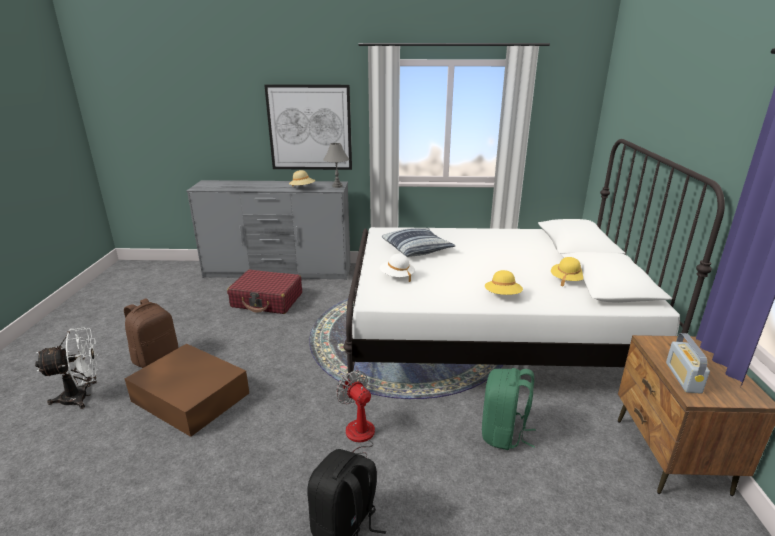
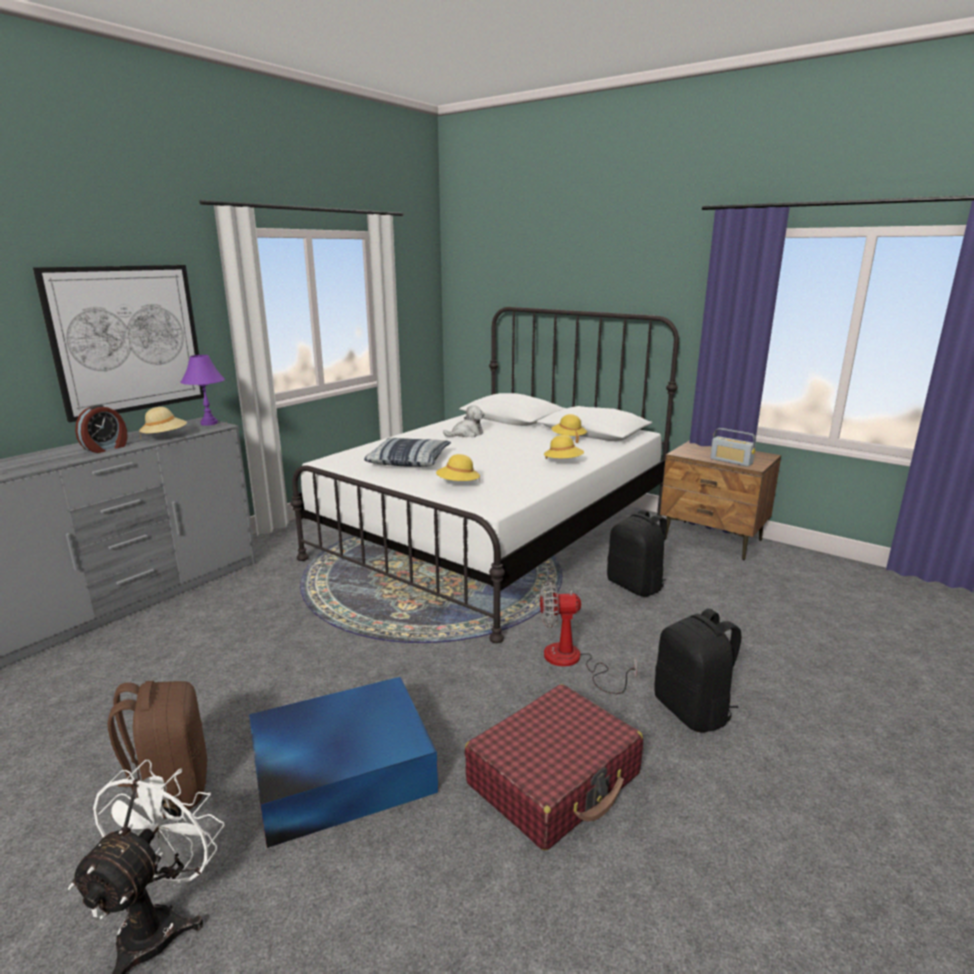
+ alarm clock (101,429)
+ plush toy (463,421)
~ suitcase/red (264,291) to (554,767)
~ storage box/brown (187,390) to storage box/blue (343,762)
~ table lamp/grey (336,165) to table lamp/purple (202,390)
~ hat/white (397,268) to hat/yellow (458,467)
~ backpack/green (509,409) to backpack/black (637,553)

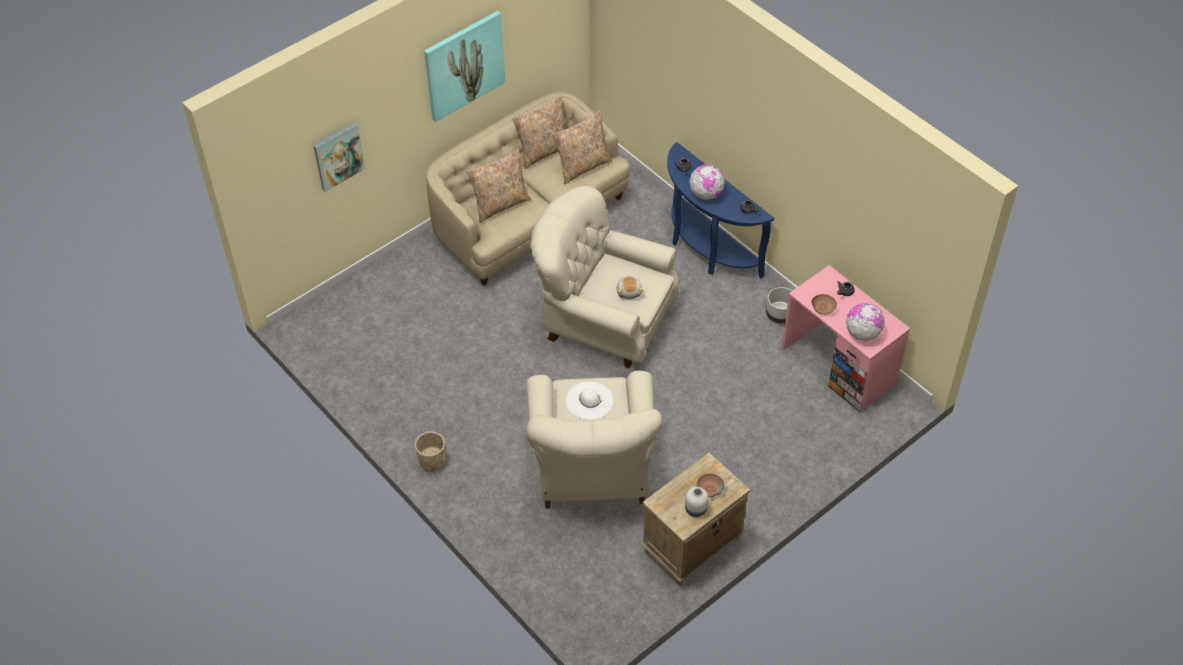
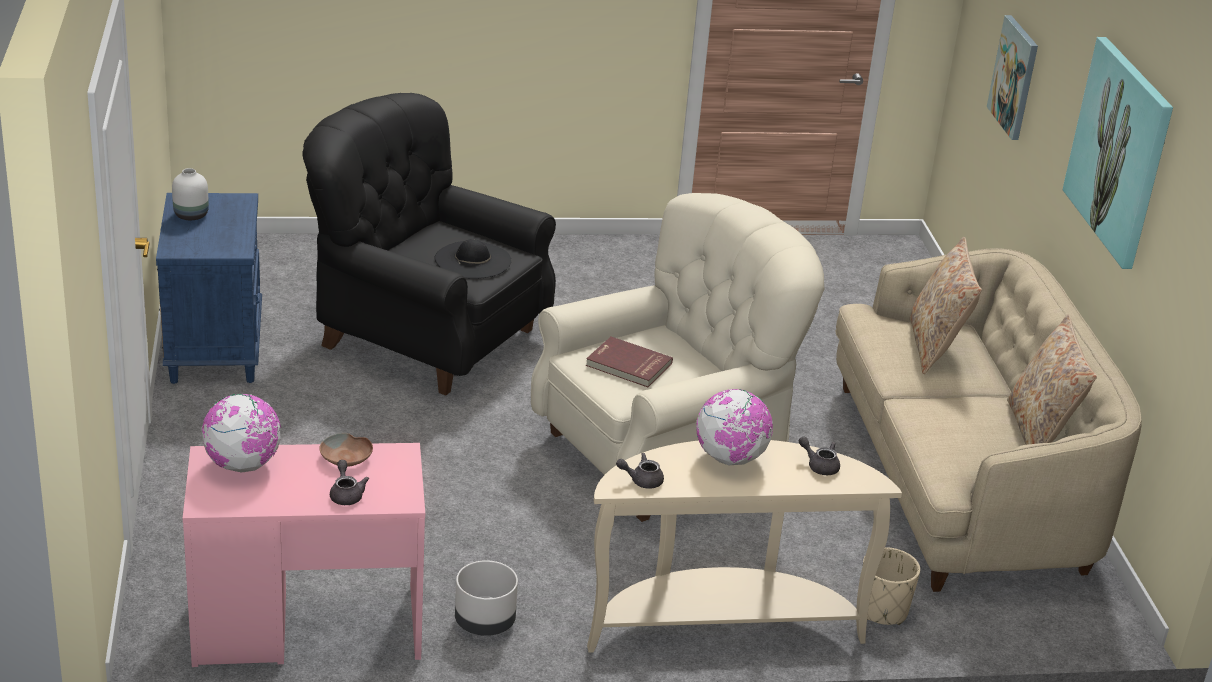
- pillow/beige (582,147)
- bowl/brown (710,485)
~ planter/beige (430,452) to (891,586)
~ plush toy (630,287) to book/red (629,361)
~ armchair/beige (594,440) to armchair/black (429,244)
~ hat/white (589,401) to hat/black (473,259)
~ nightstand/beige (695,519) to nightstand/blue (209,288)
~ console table/blue (720,210) to console table/beige (744,546)

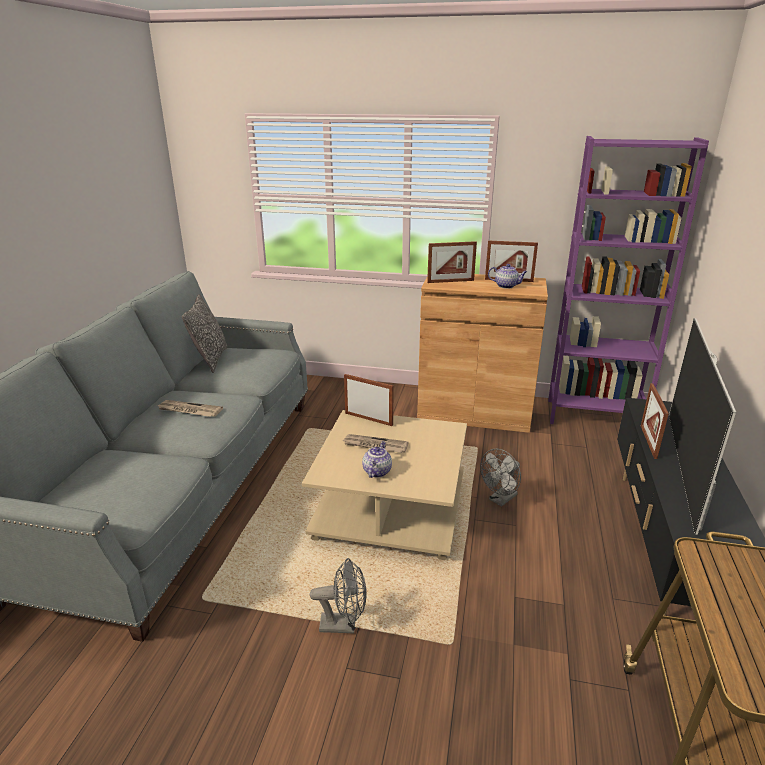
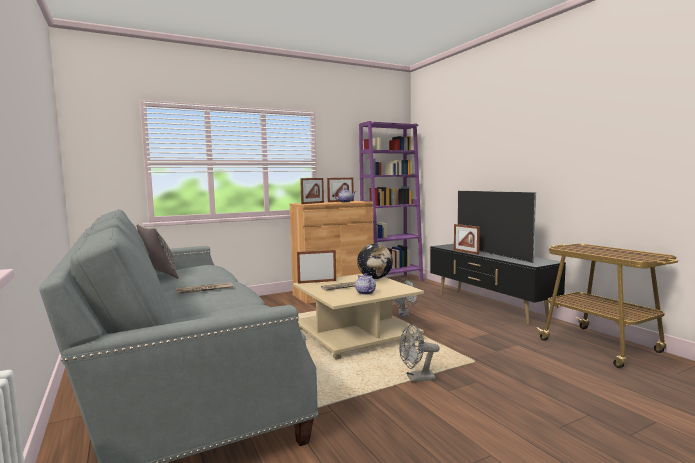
+ globe (375,261)
~ fan/grey (338,596) = (419,352) 150 degrees counterclockwise

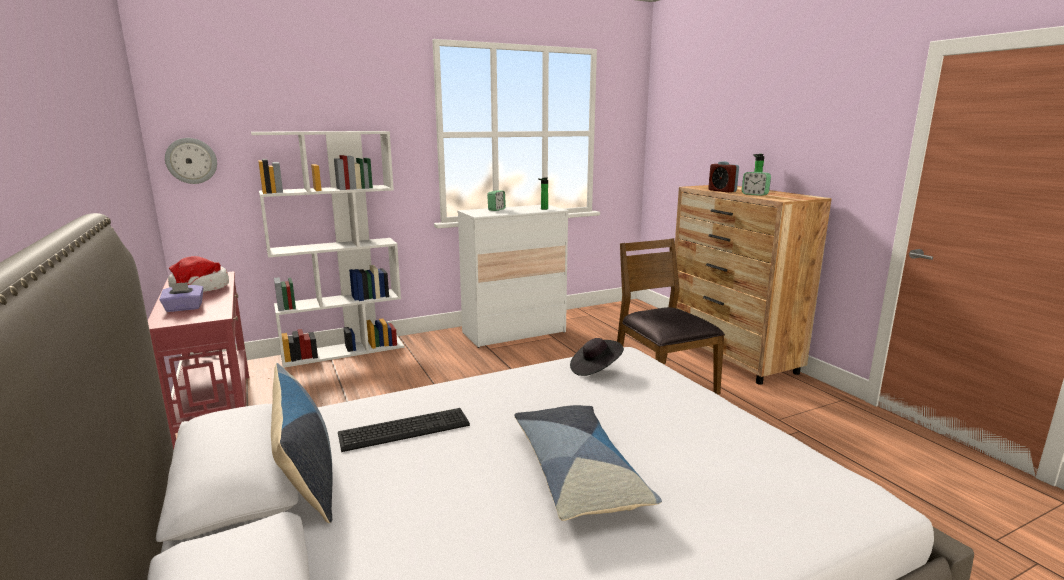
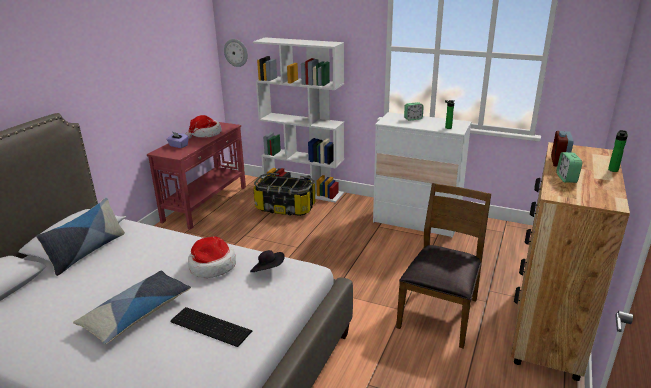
+ hat (212,257)
+ storage box (284,194)
~ keyboard (404,430) to (211,327)

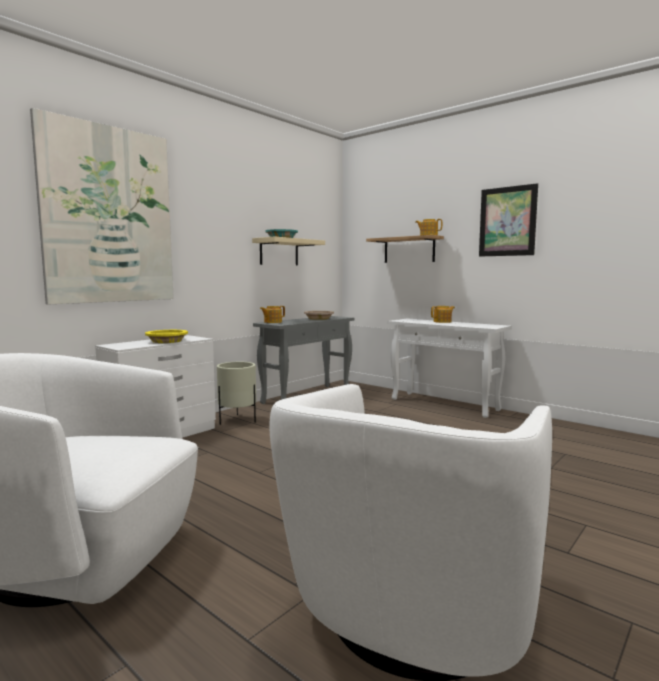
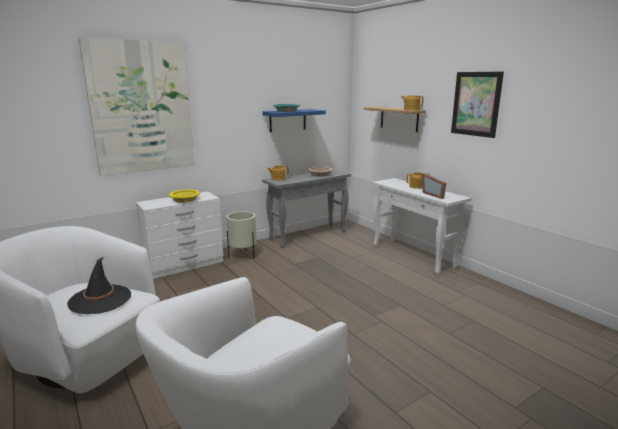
+ hat/black (99,285)
+ picture frame (434,186)
~ shelf/beige (288,250) to shelf/blue (294,120)

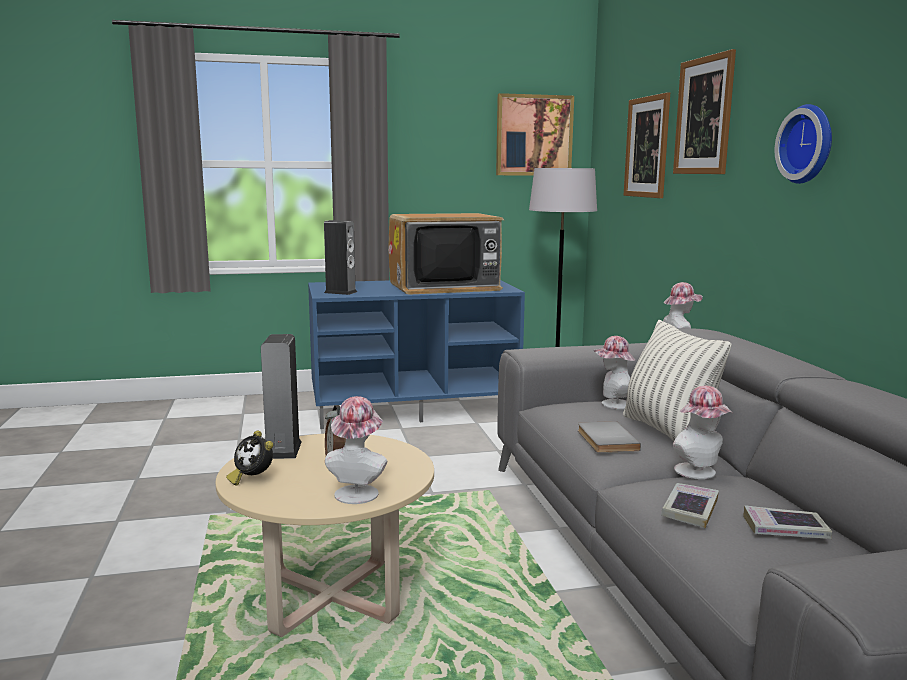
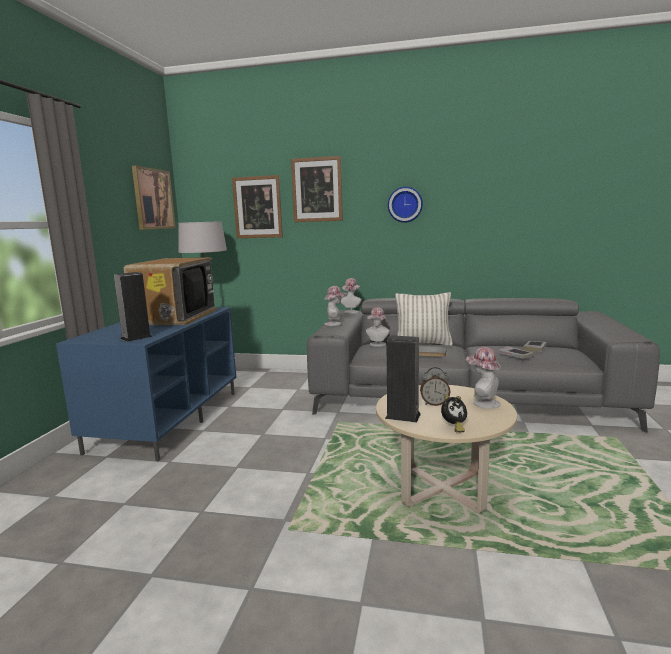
~ hat (703,432) to (335,306)

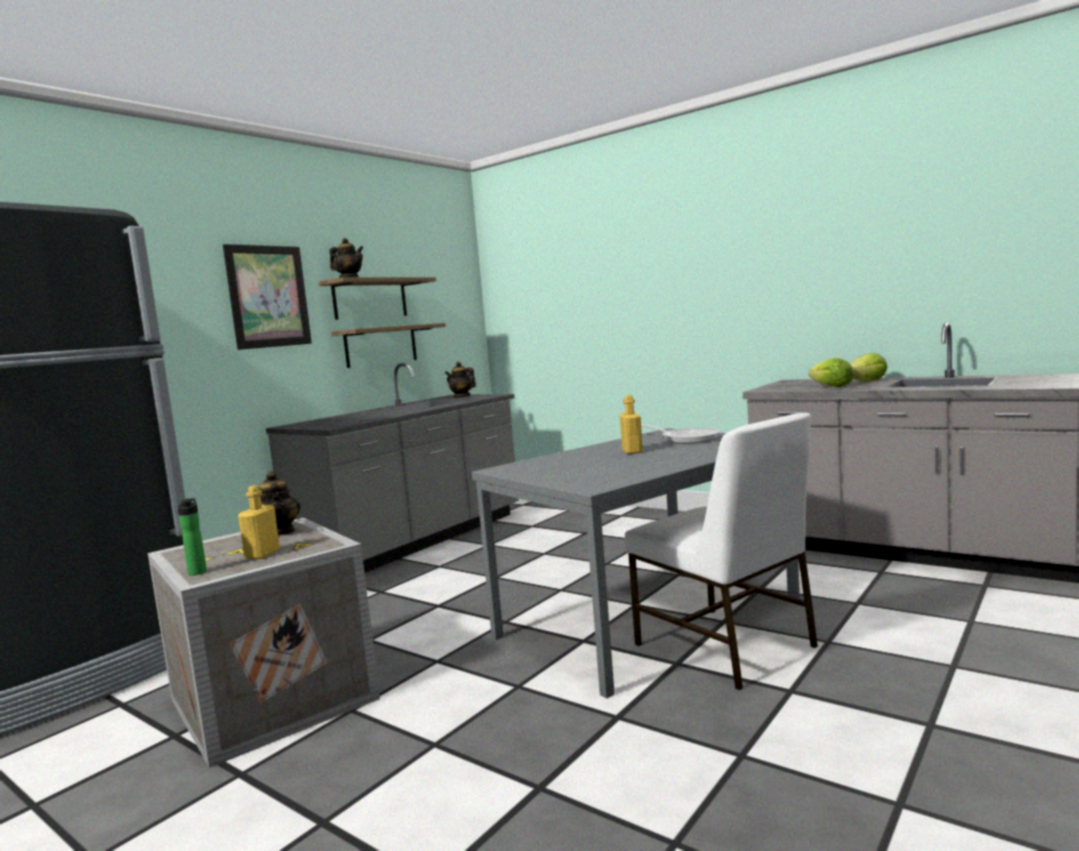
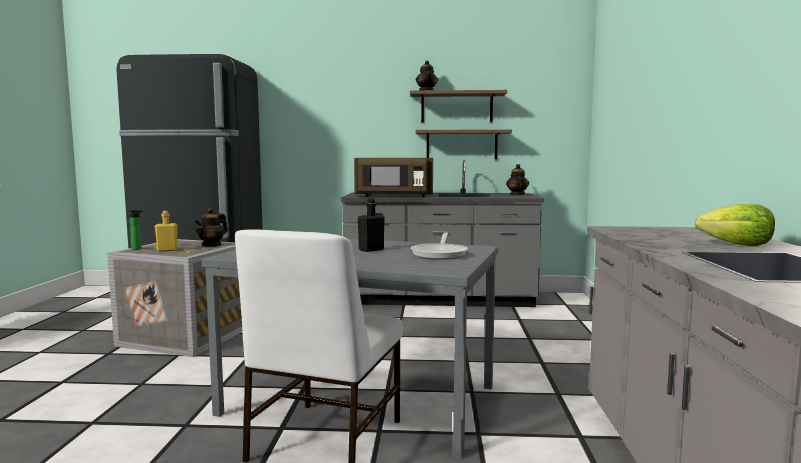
- picture (267,297)
- lettuce (830,372)
+ microwave/brown (393,177)
~ bottle/yellow (631,424) to bottle/black (371,225)

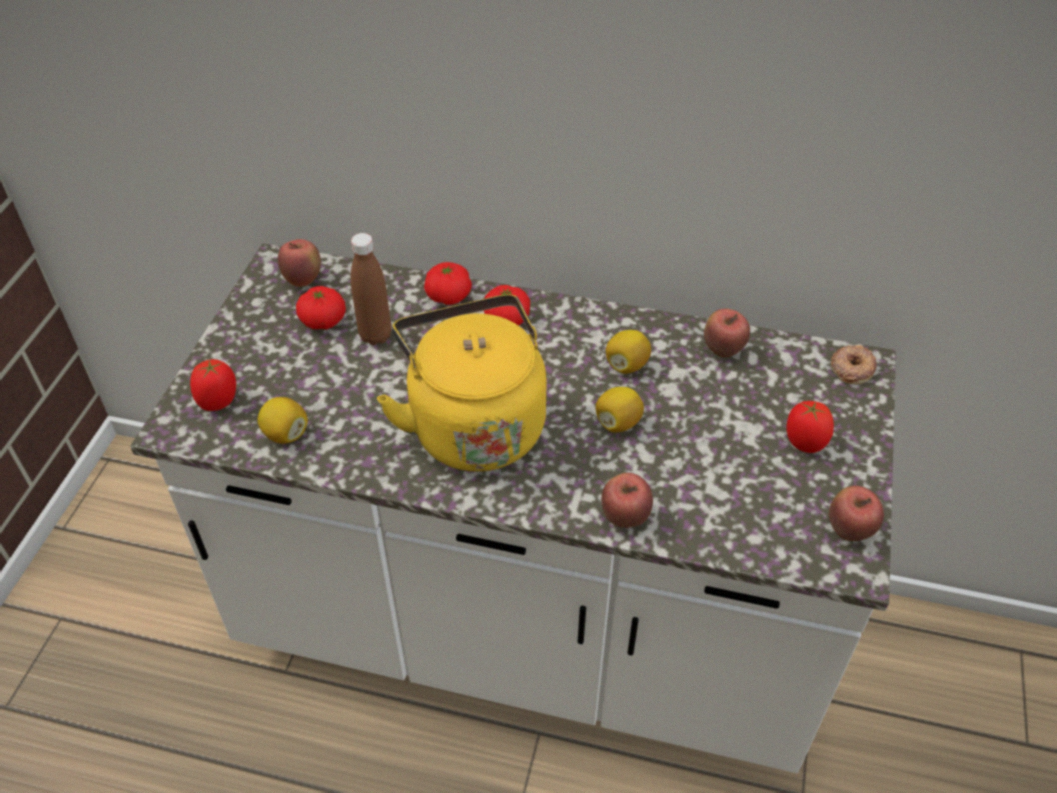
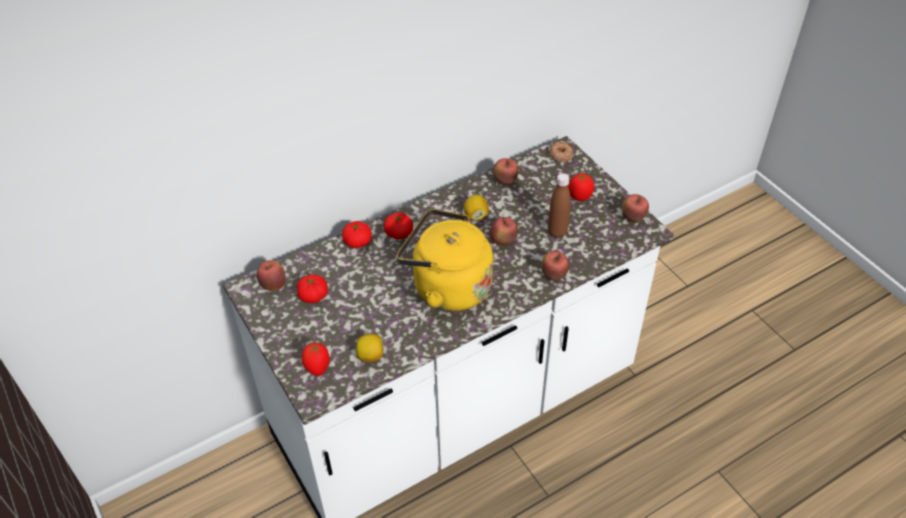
~ bottle/brown (371,289) to (559,205)
~ lemon (620,409) to apple (504,231)

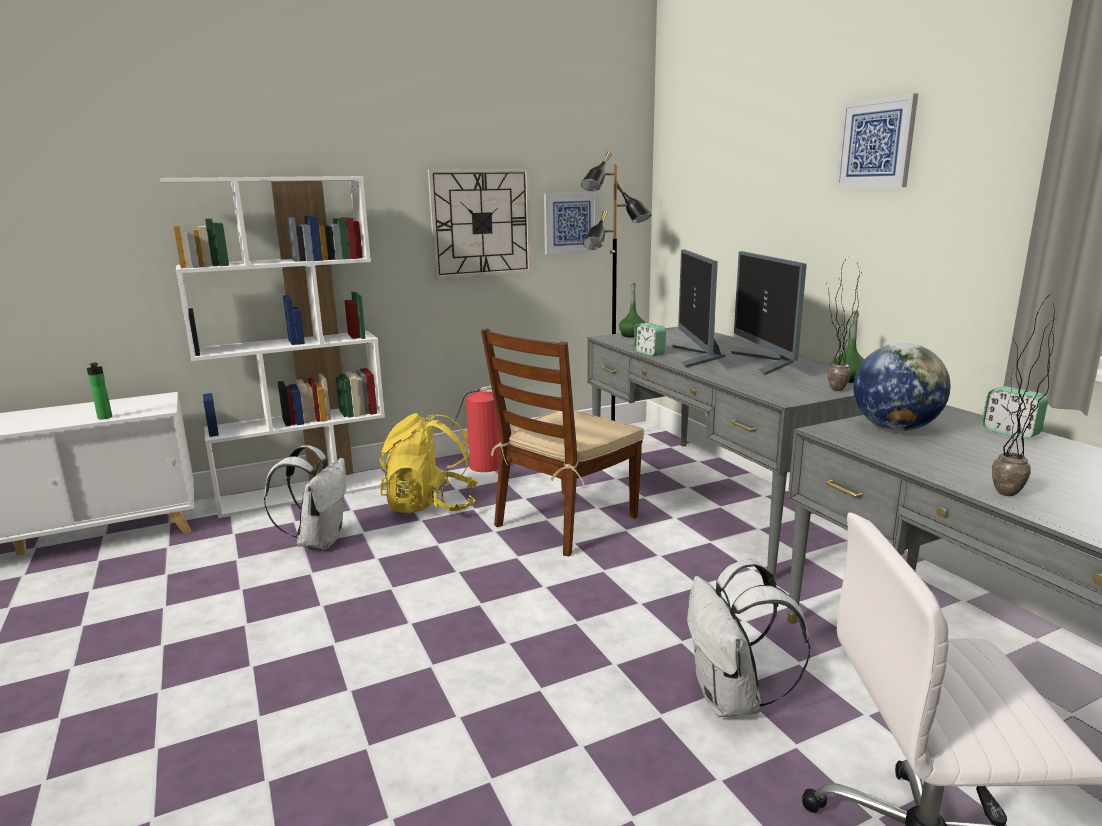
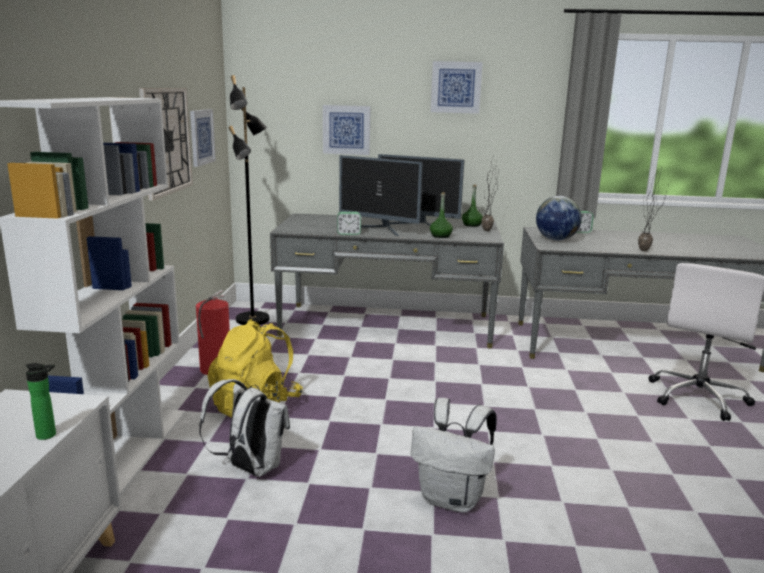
- chair/brown (562,442)
+ picture (347,130)
~ bottle/green (632,310) to (441,215)
~ backpack/white (748,638) to (454,455)

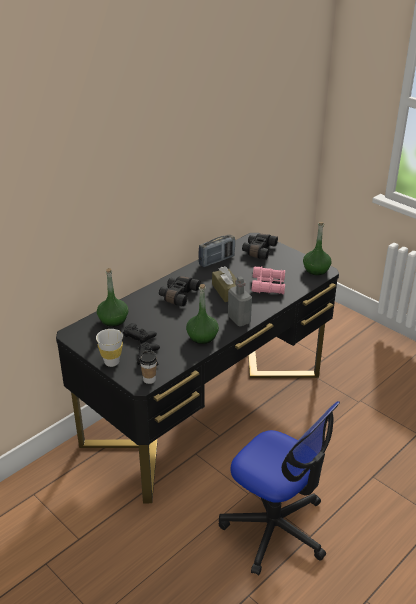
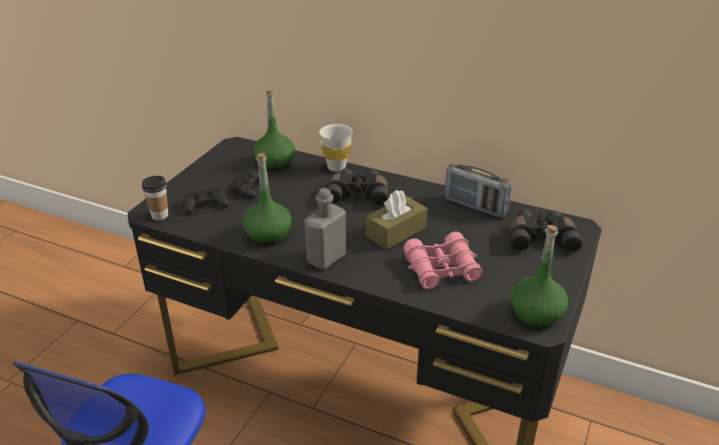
~ cup/white (109,348) to (336,148)

